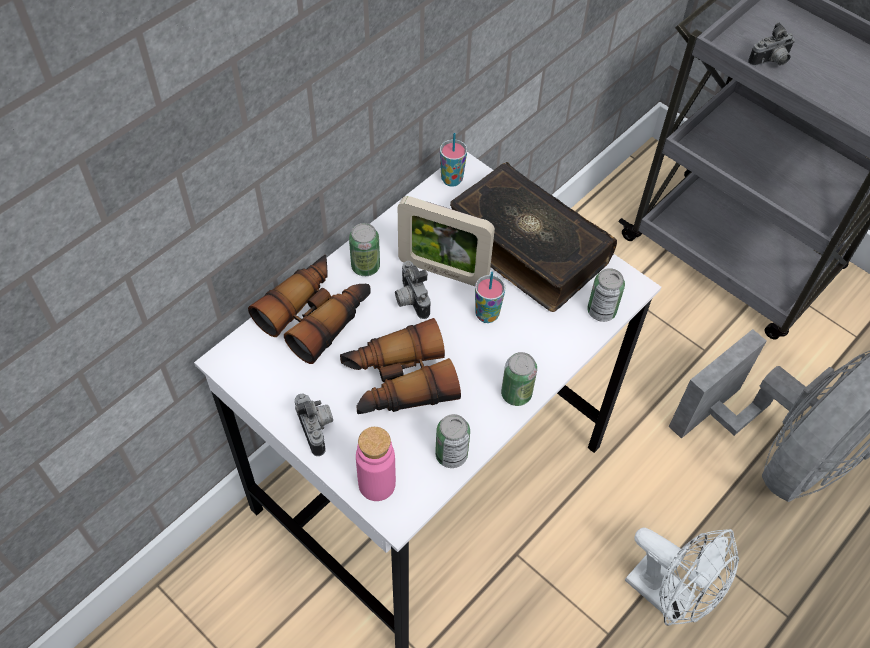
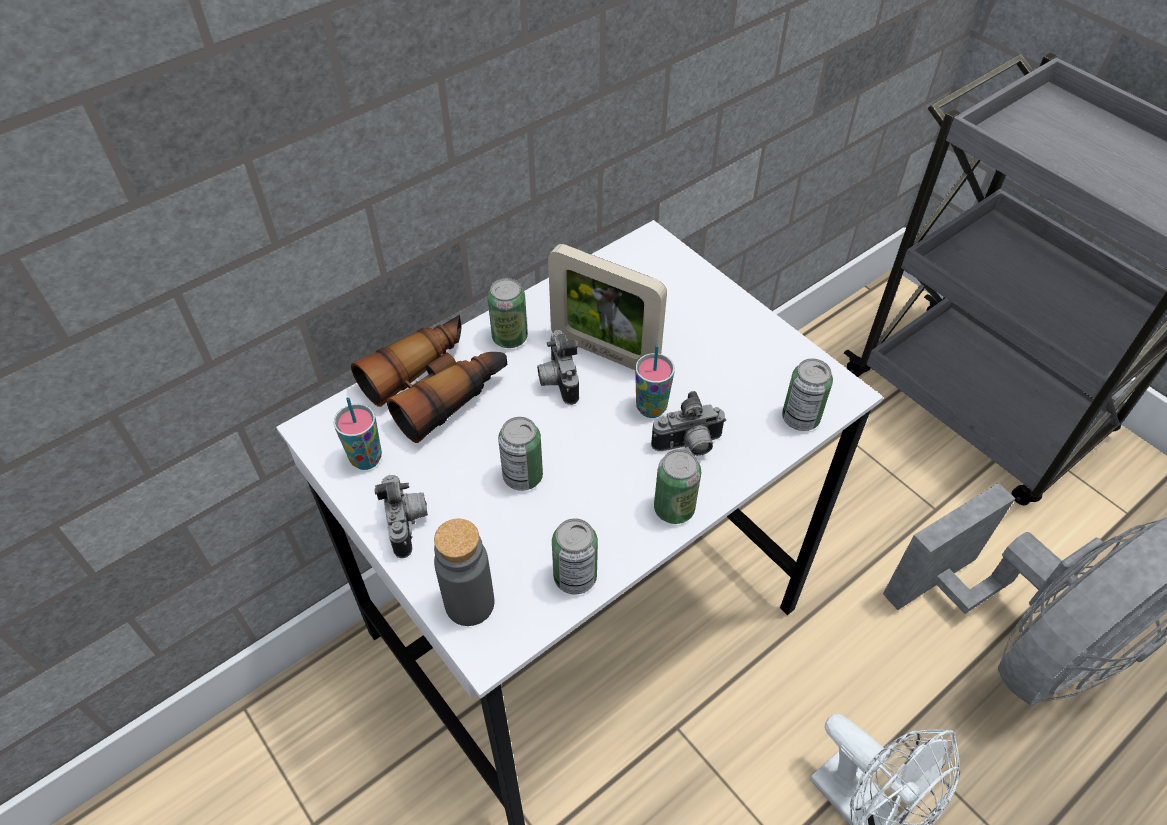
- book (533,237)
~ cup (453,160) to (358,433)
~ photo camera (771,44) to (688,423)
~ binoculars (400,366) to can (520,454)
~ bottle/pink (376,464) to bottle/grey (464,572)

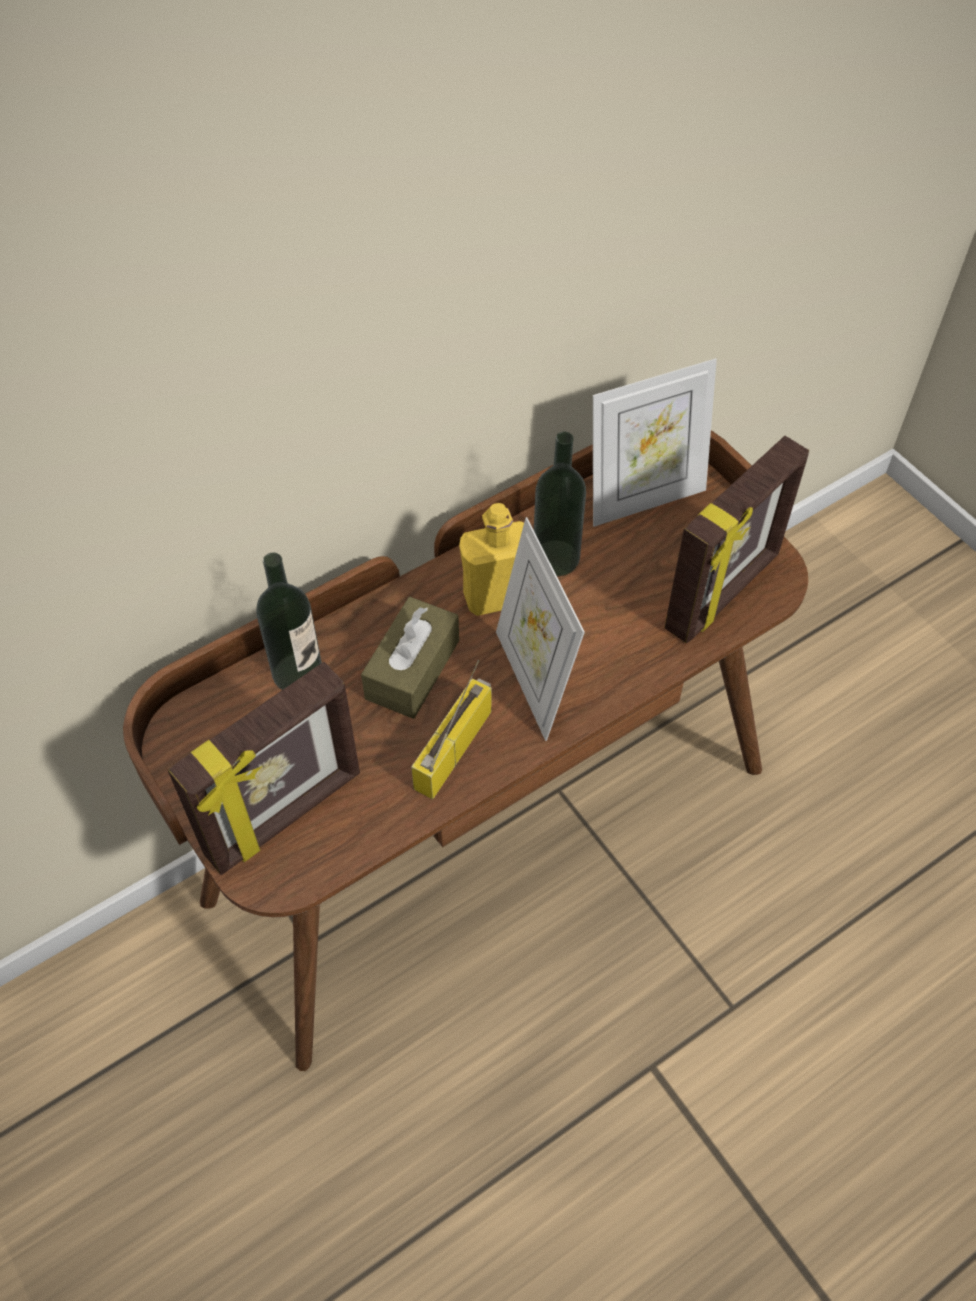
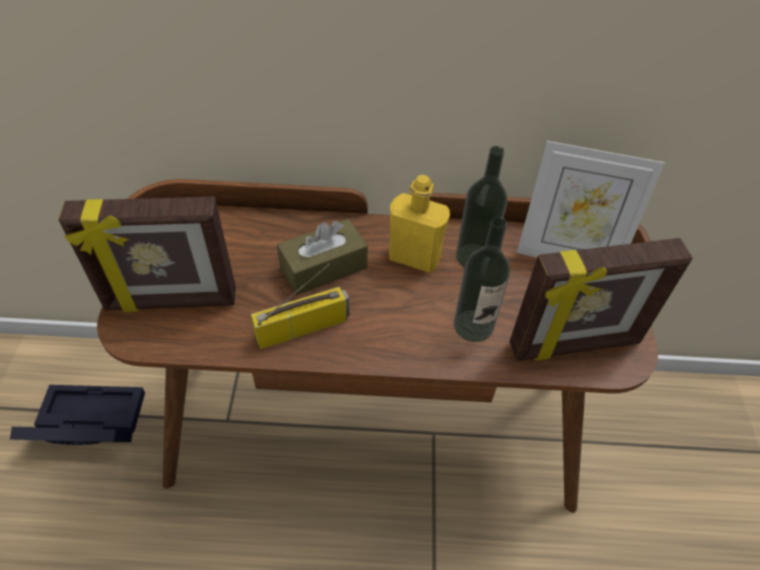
- picture frame (540,629)
+ storage box/black (77,415)
~ bottle (289,621) to (482,279)

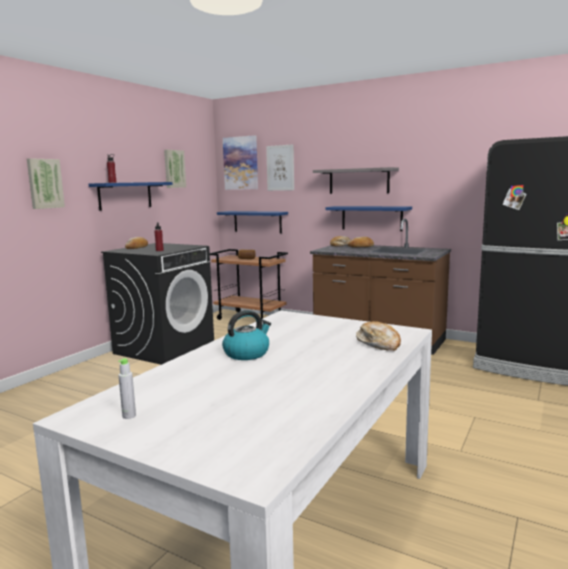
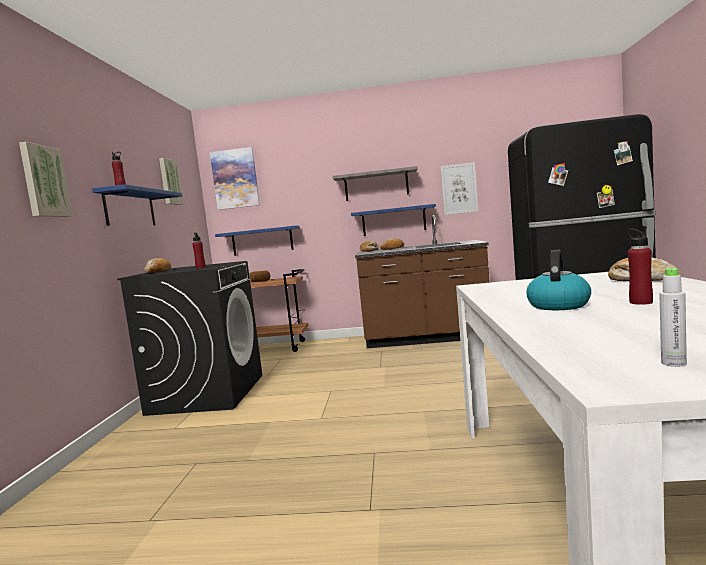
+ bottle/red (640,266)
~ picture (280,167) to (459,188)

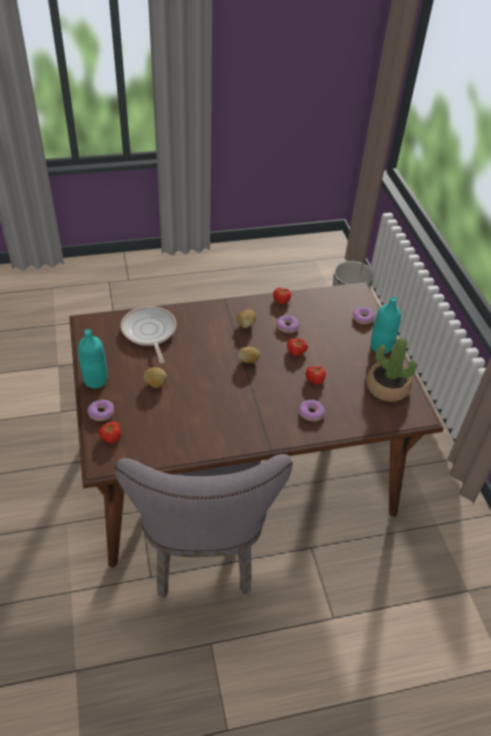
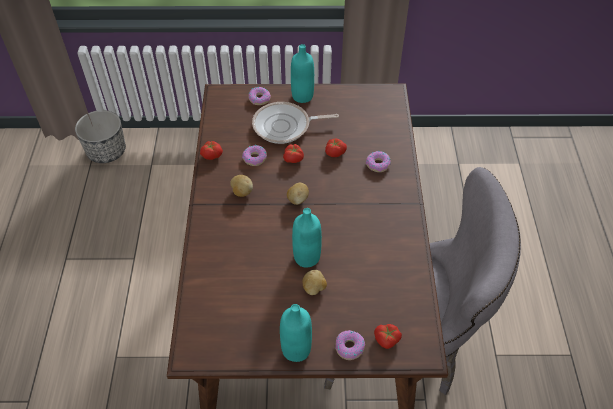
- potted plant (391,370)
+ bottle/turquoise (307,238)
~ frying pan (149,334) to (295,123)

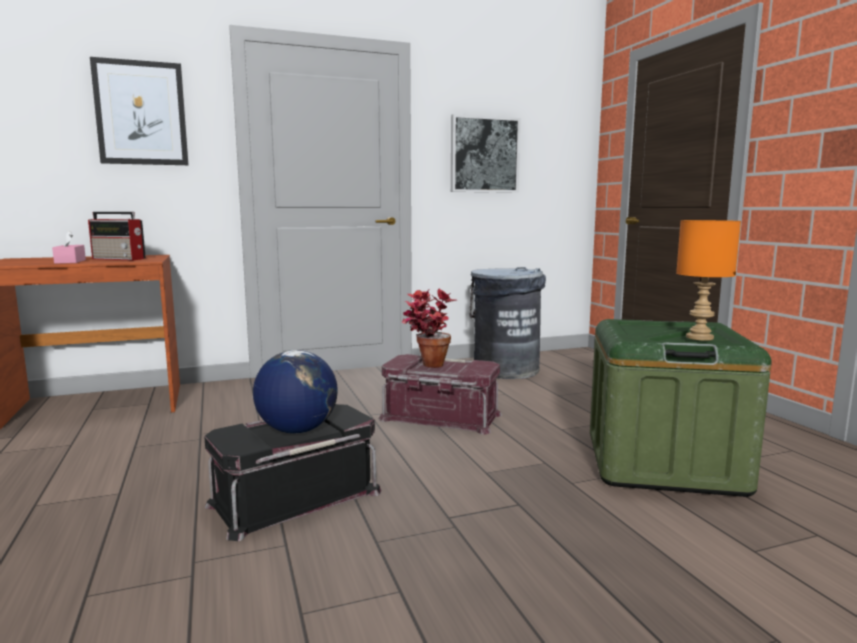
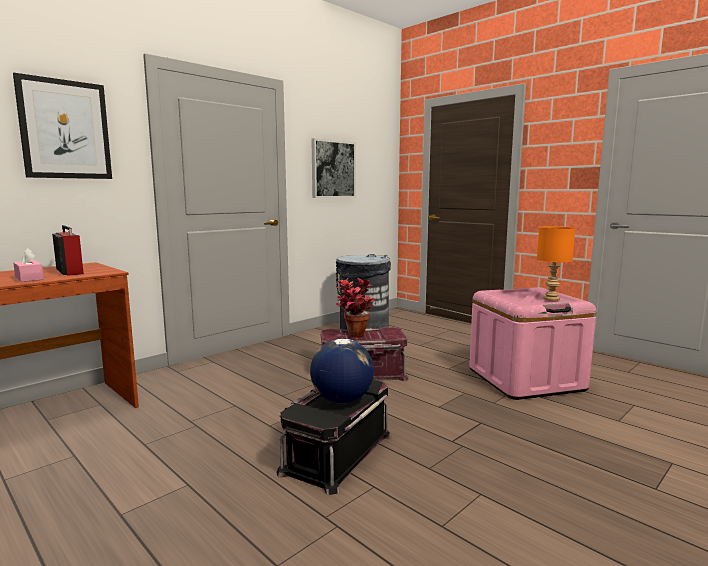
~ storage box/green (681,408) to storage box/pink (532,343)
~ radio (117,236) = (68,250) 120 degrees counterclockwise

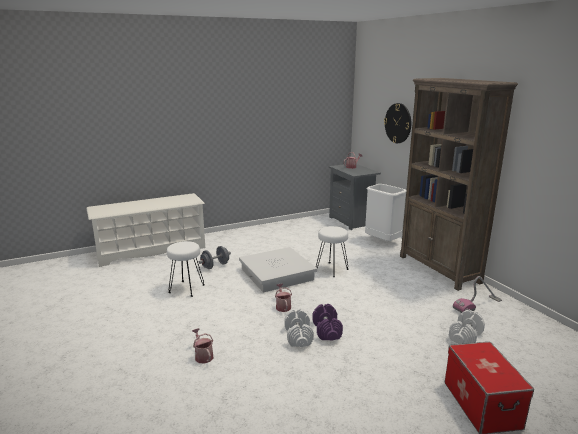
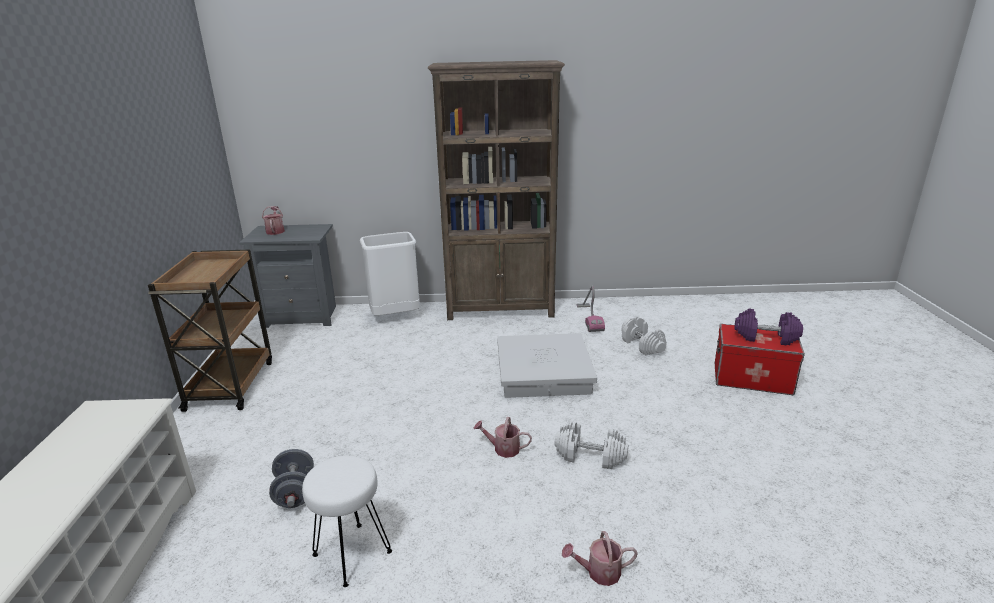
- stool/white (332,251)
- wall clock (397,123)
+ cart/brown (210,331)
~ storage box/white (278,269) to (547,365)
~ dumbbell/purple (327,322) to (768,326)

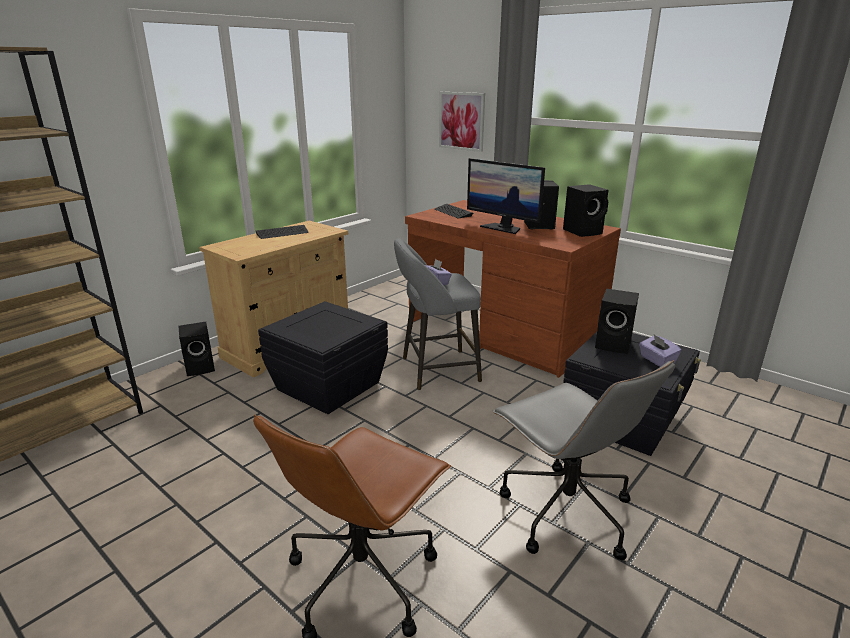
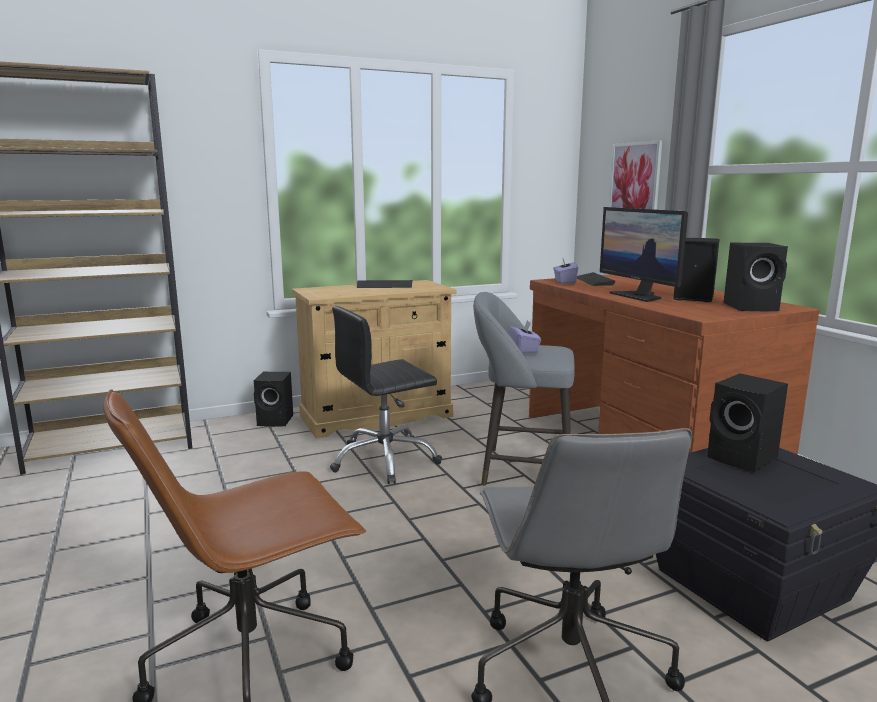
~ tissue box/purple (660,350) to (565,270)
~ storage box/black (323,357) to office chair/black (386,395)

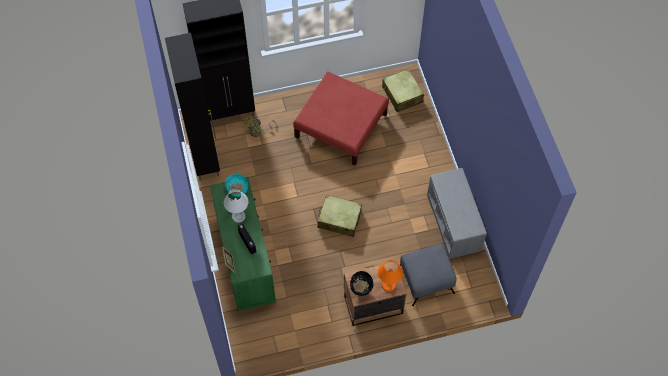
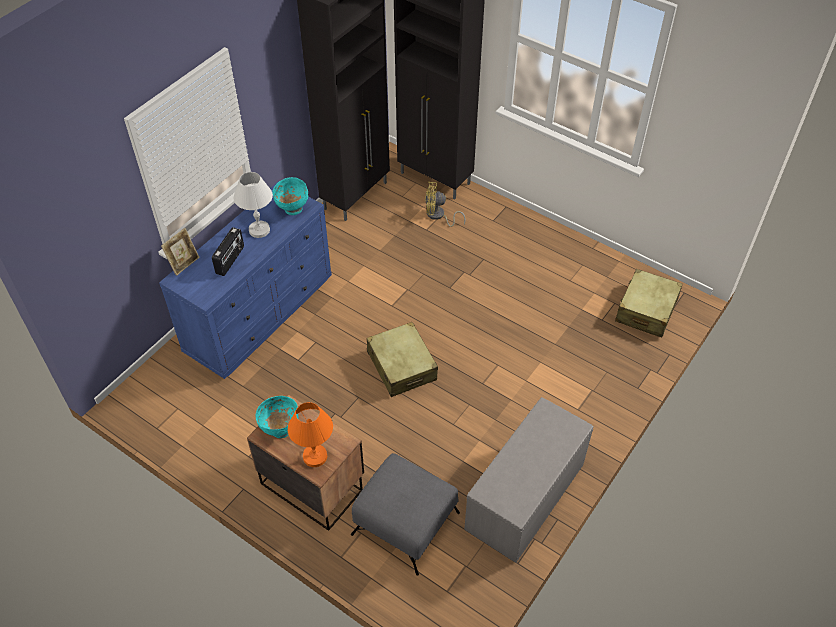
- ottoman/red (341,118)
~ dresser/green (243,244) to dresser/blue (245,280)
~ bowl/black (362,283) to bowl/turquoise (277,417)

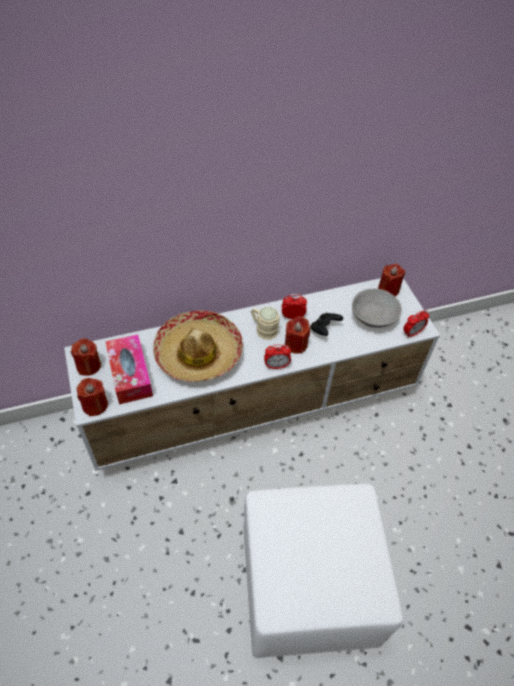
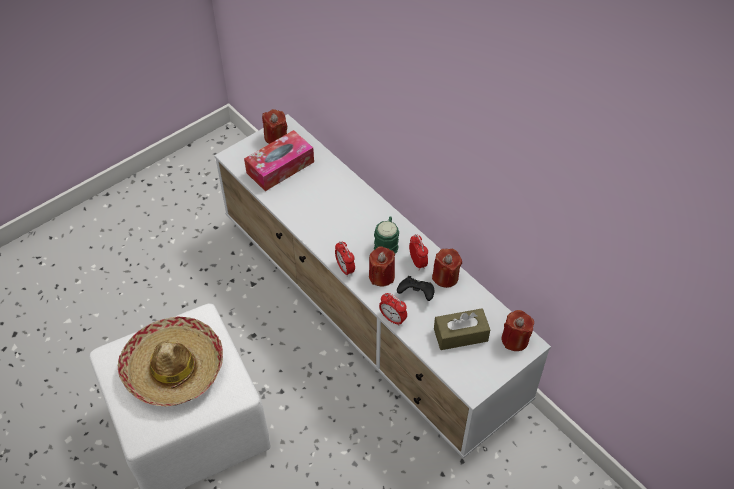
~ candle/red (92,397) to (447,268)
~ hat (198,346) to (170,362)
~ alarm clock (416,324) to (393,309)
~ bowl/grey (377,308) to tissue box/brown (462,329)
~ mug/beige (265,323) to mug/green (386,235)

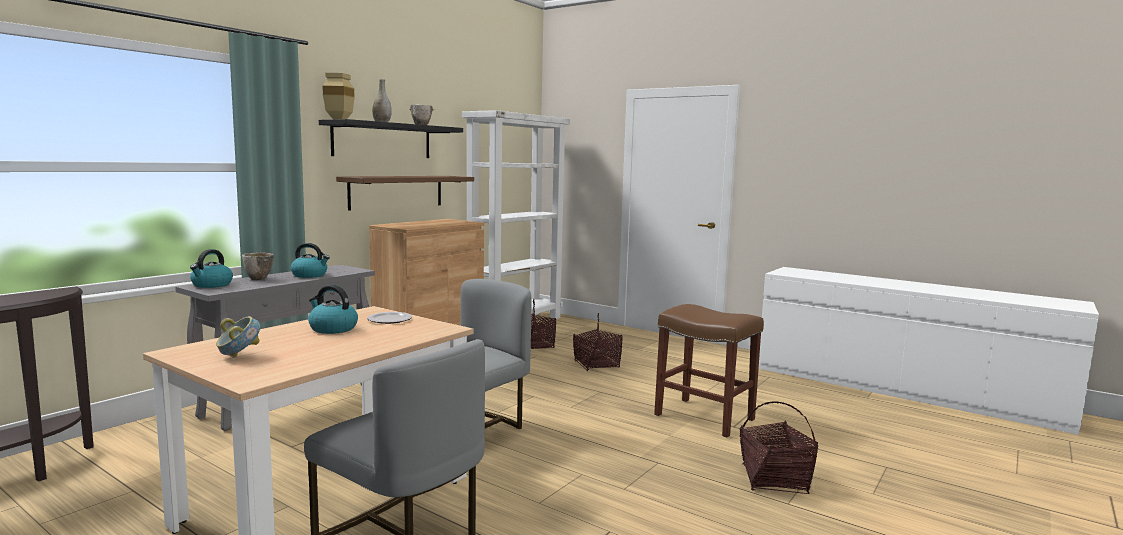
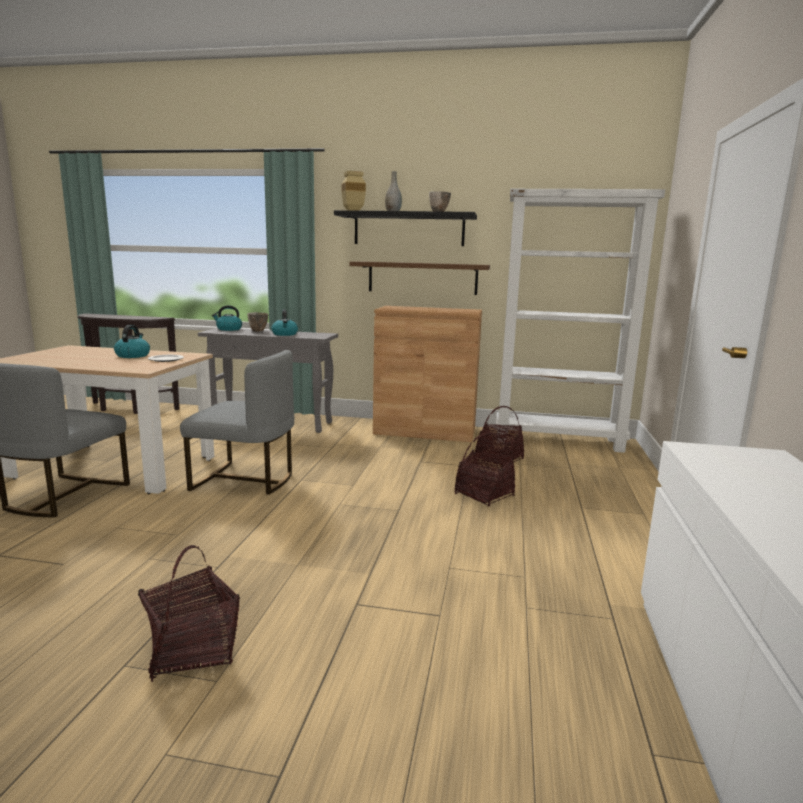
- bowl (238,337)
- stool/brown (709,371)

